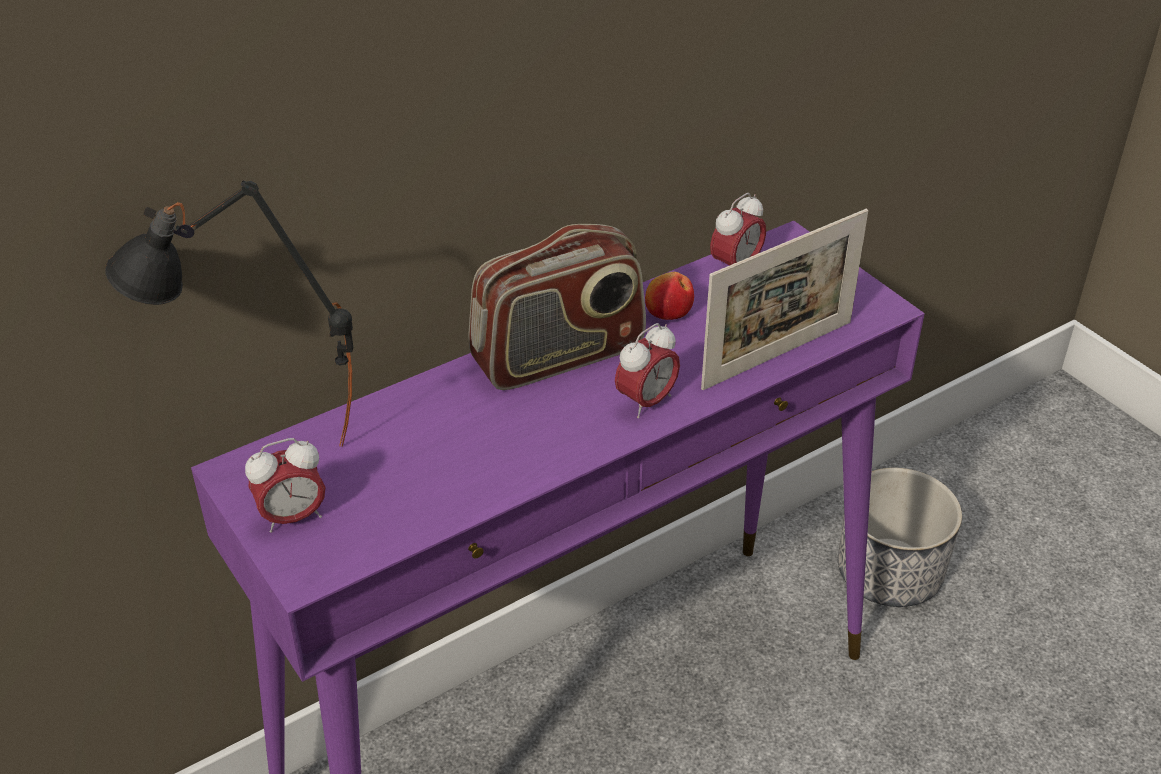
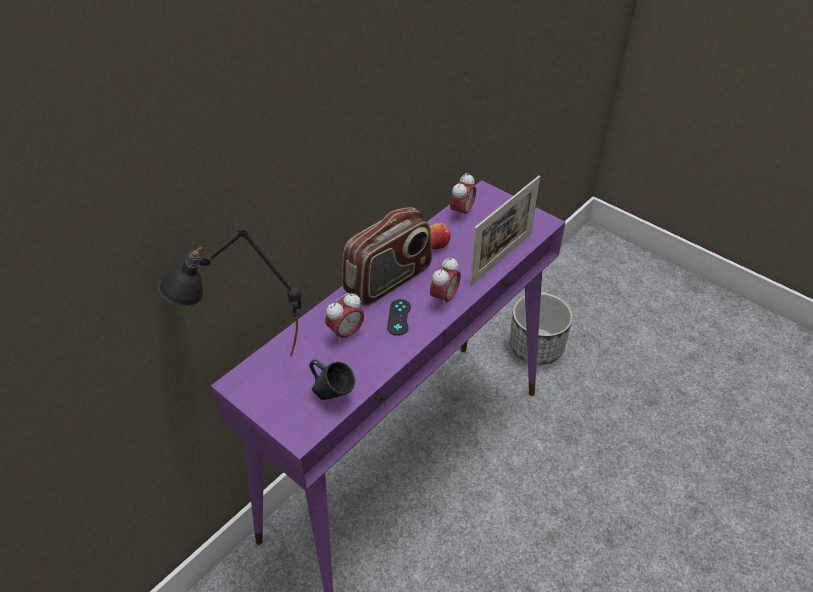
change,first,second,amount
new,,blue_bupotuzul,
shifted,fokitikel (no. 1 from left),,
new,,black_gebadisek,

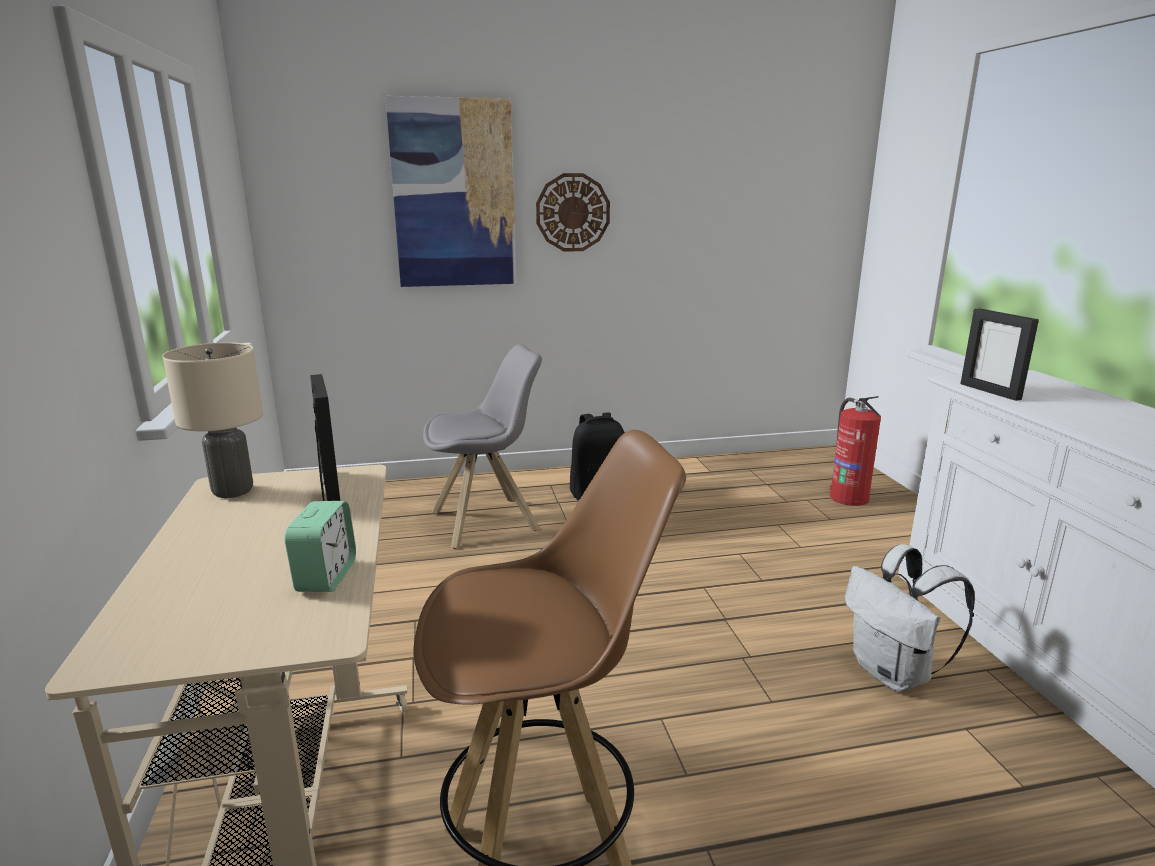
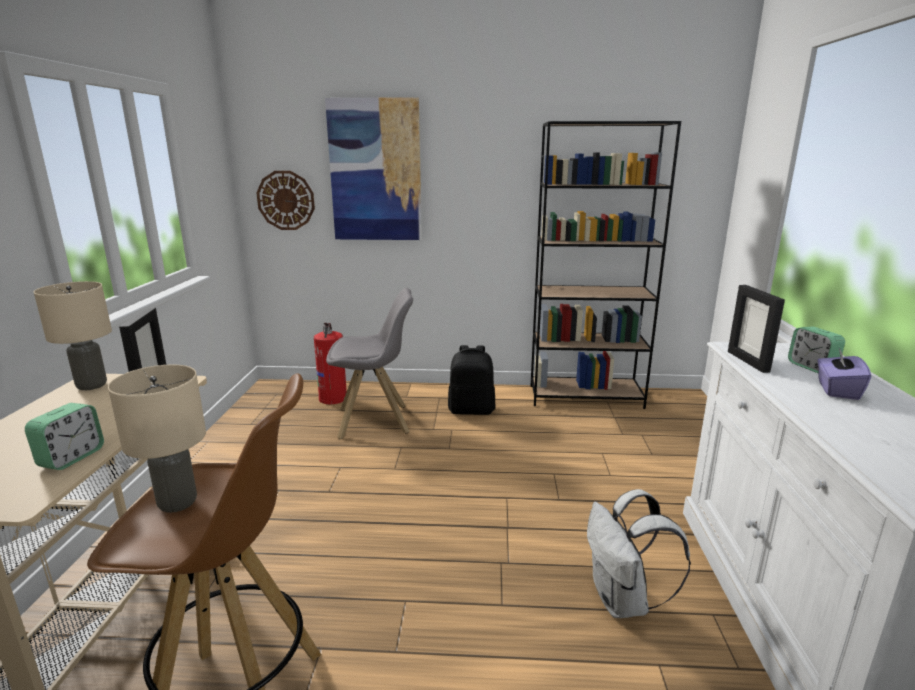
change,first,second,amount
new,,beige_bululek (no. 2 from left),
shifted,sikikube,,
shifted,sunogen,,
new,,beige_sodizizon,
new,,fokitikel (no. 2 from left),
new,,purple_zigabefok,

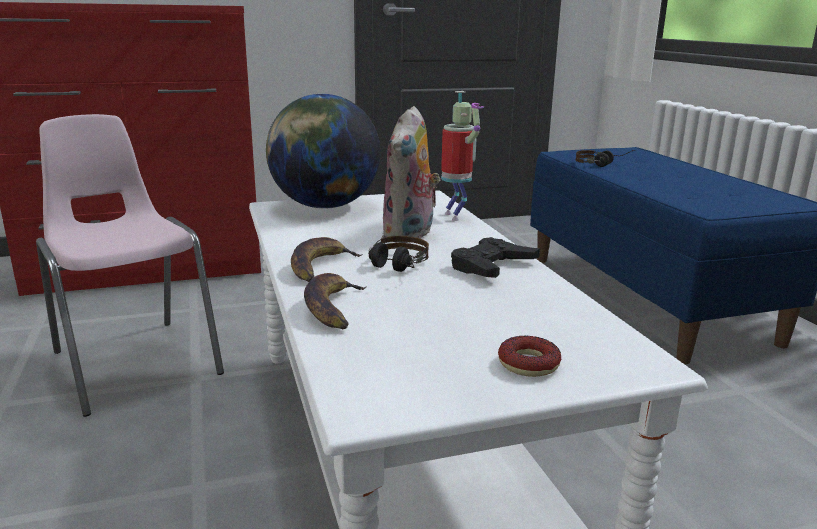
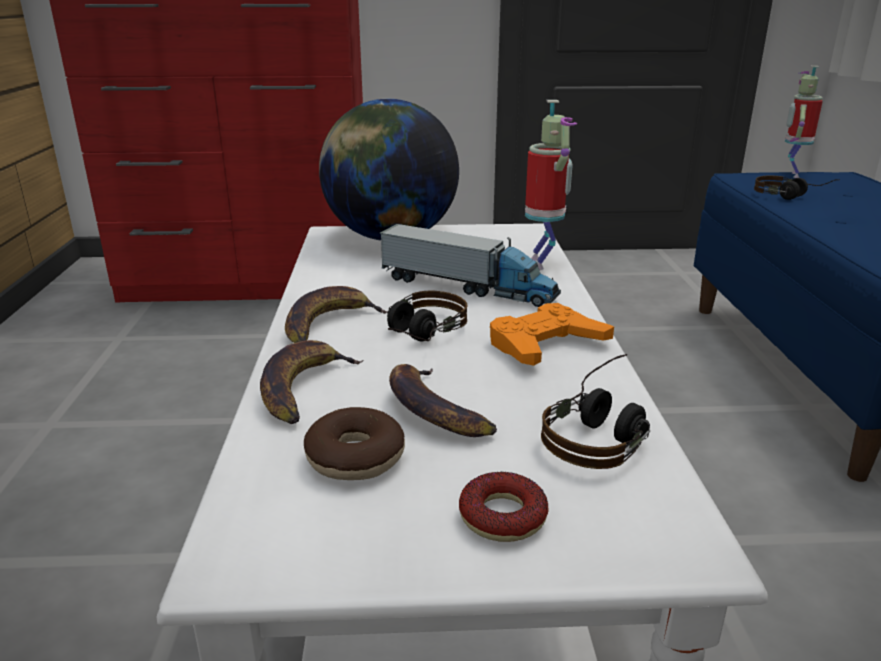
change,first,second,amount
new,,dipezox (no. 1 from left),
swapped,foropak,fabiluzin,
new,,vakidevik (no. 3 from left),
repainted,black_gebadisek,orange_gebadisek,
new,,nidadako (no. 2 from left),
new,,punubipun (no. 2 from left),
gone,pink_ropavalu,,

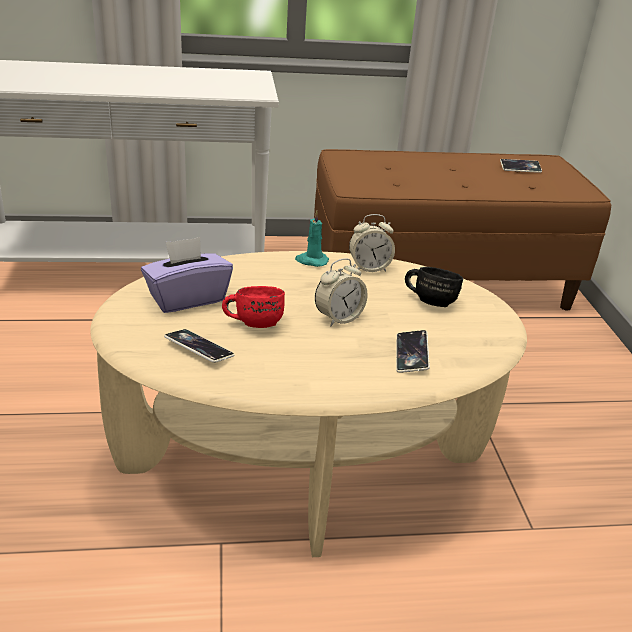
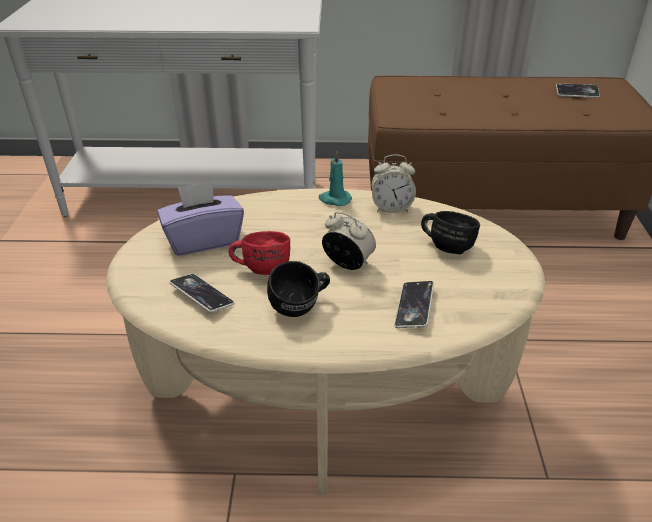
change,first,second,amount
new,,black_bupotuzul (no. 1 from left),
rotated,fokitikel (no. 1 from left),,120 degrees counterclockwise

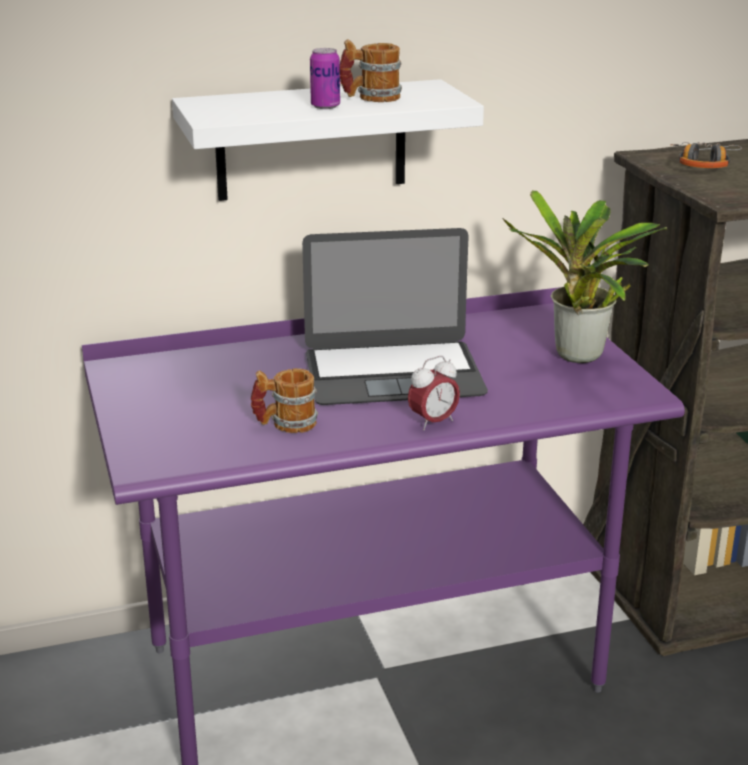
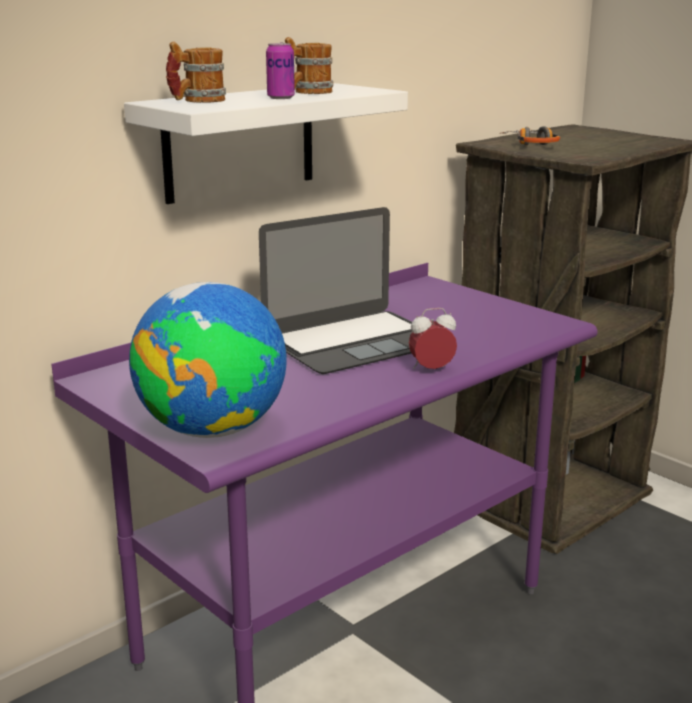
change,first,second,amount
new,,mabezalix,
shifted,bupotuzul (no. 1 from left),,
rotated,fokitikel,,135 degrees counterclockwise
gone,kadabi,,

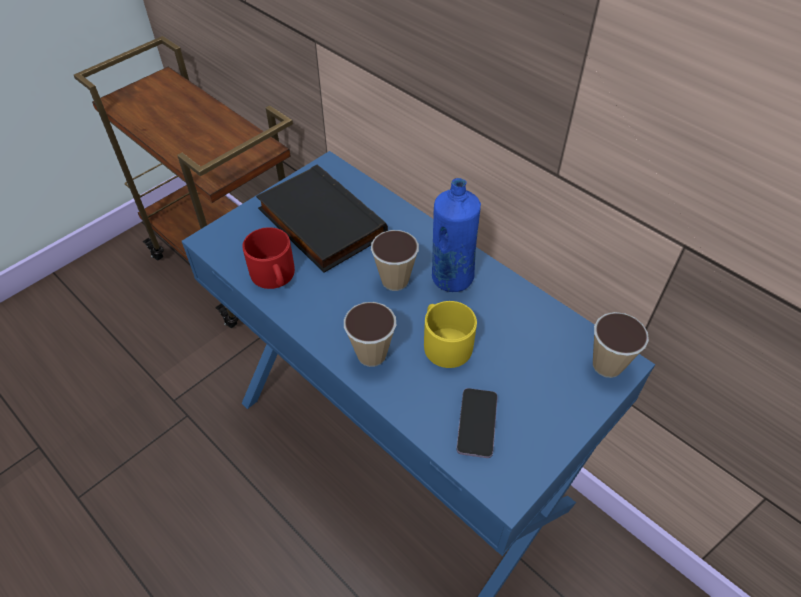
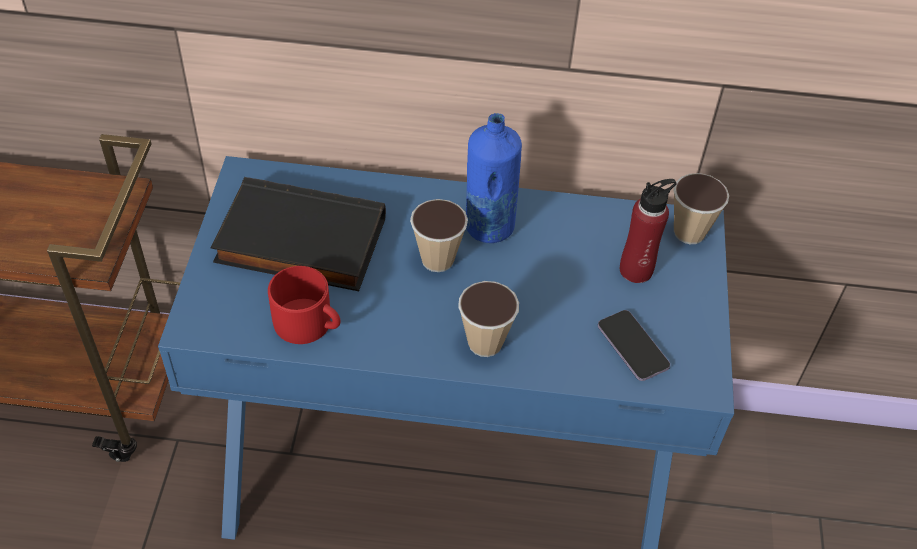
change,first,second,amount
new,,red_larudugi,
gone,yellow_bupotuzul,,

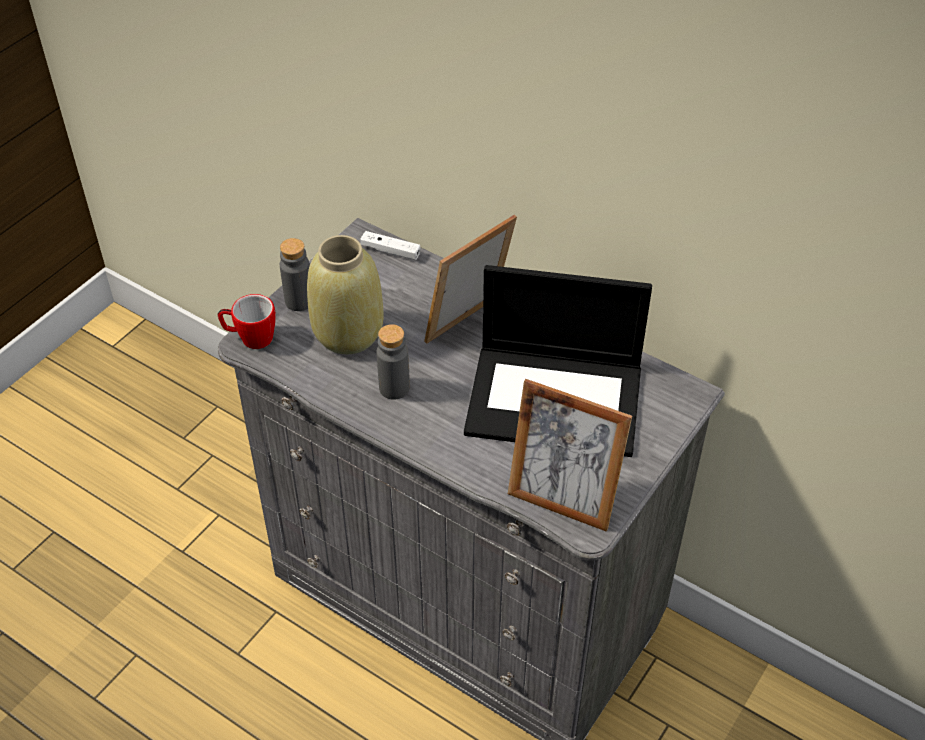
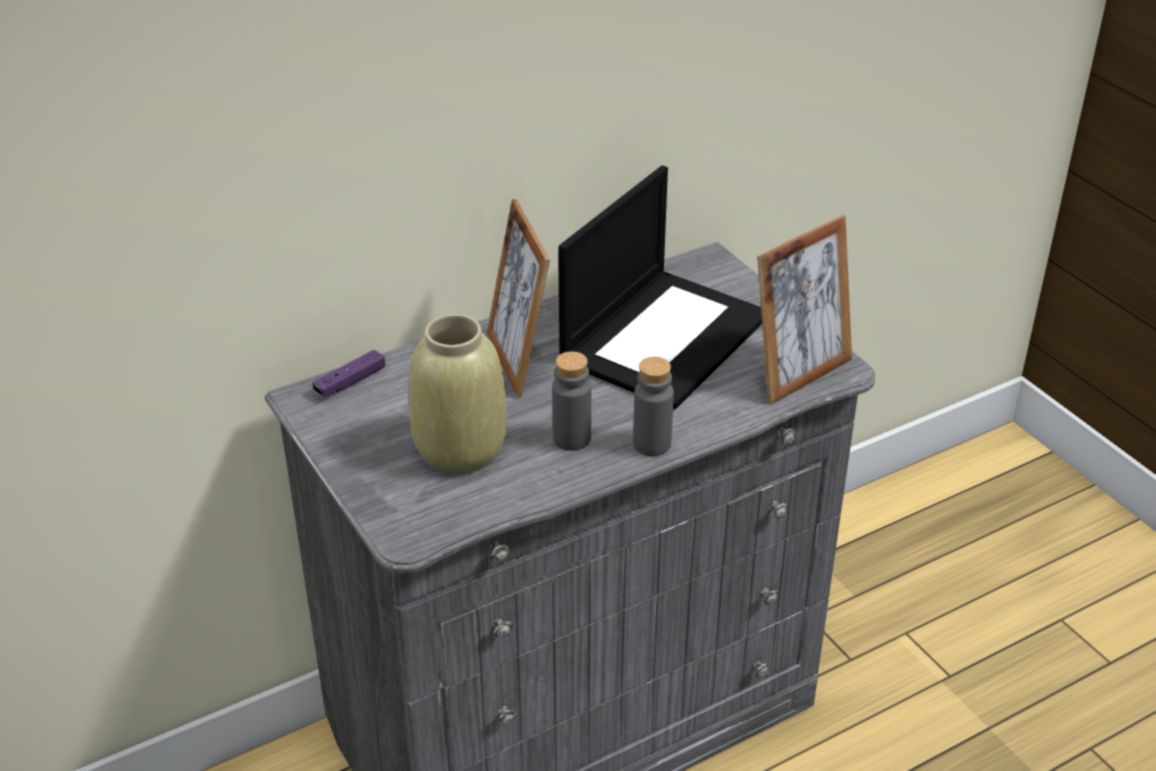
change,first,second,amount
repainted,white_gebadisek,purple_gebadisek,
shifted,grey_larudugi (no. 1 from left in the first image),grey_larudugi (no. 2 from left),
gone,bupotuzul,,

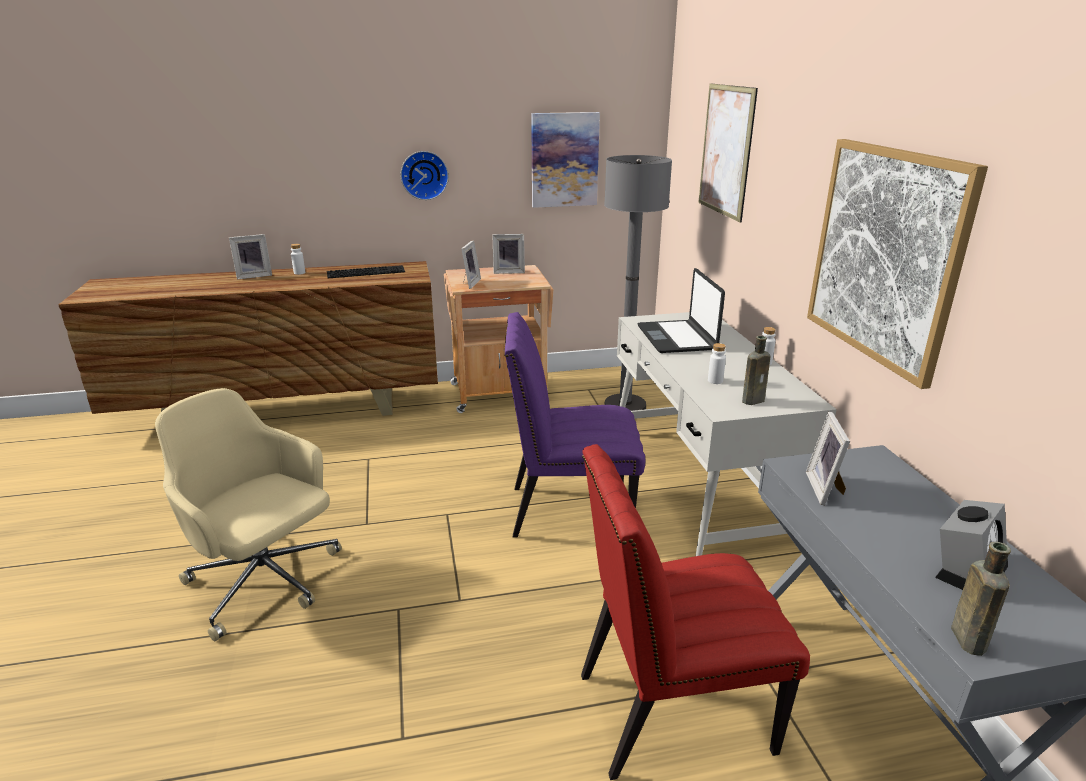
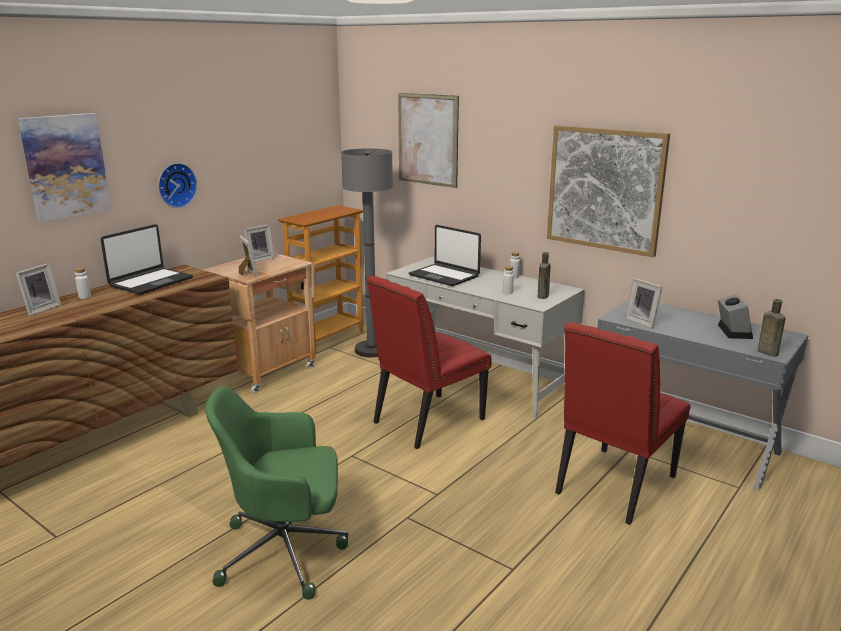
change,first,second,amount
shifted,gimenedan (no. 1 from left),,
swapped,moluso,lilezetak (no. 1 from left),
repainted,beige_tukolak,green_tukolak,
new,,sodizizon,
repainted,purple_ropavalu,red_ropavalu (no. 1 from left),

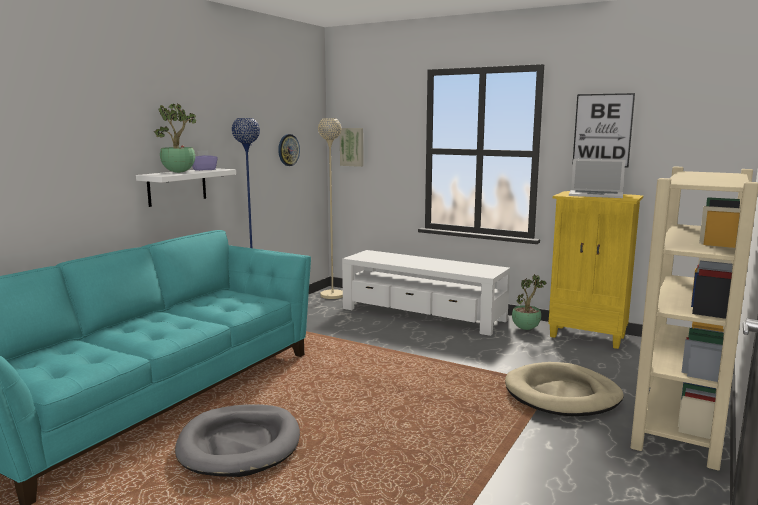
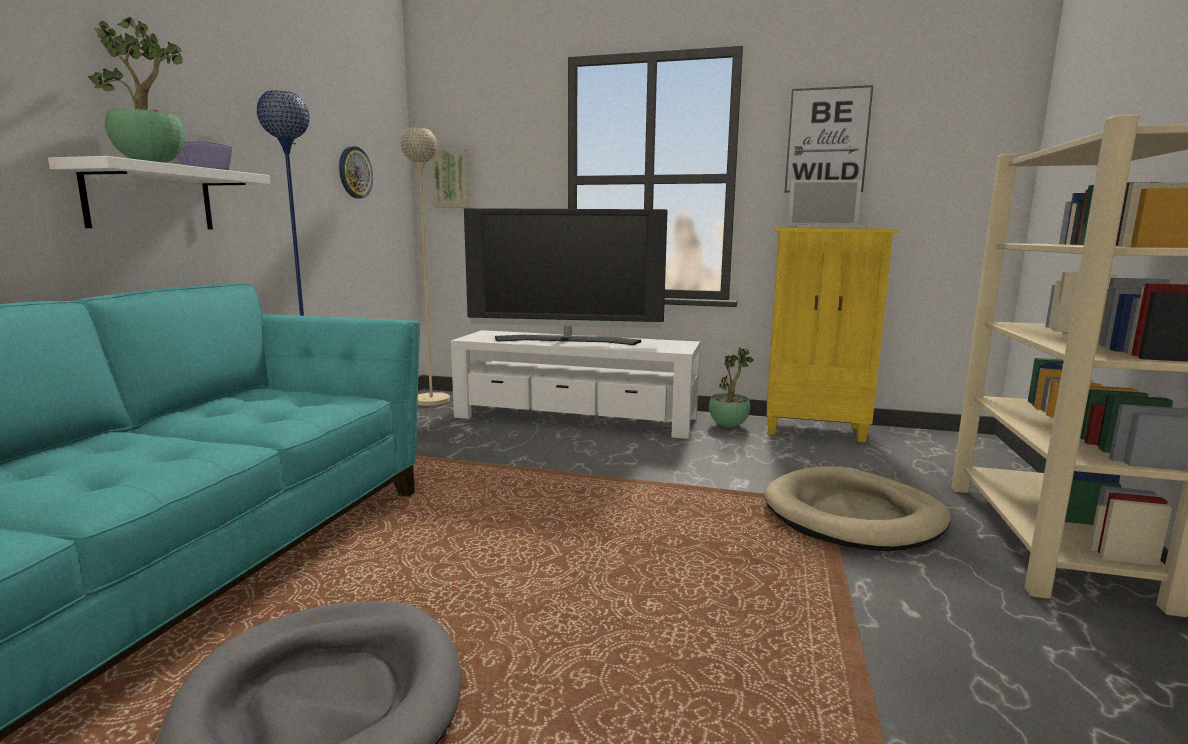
change,first,second,amount
new,,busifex,

